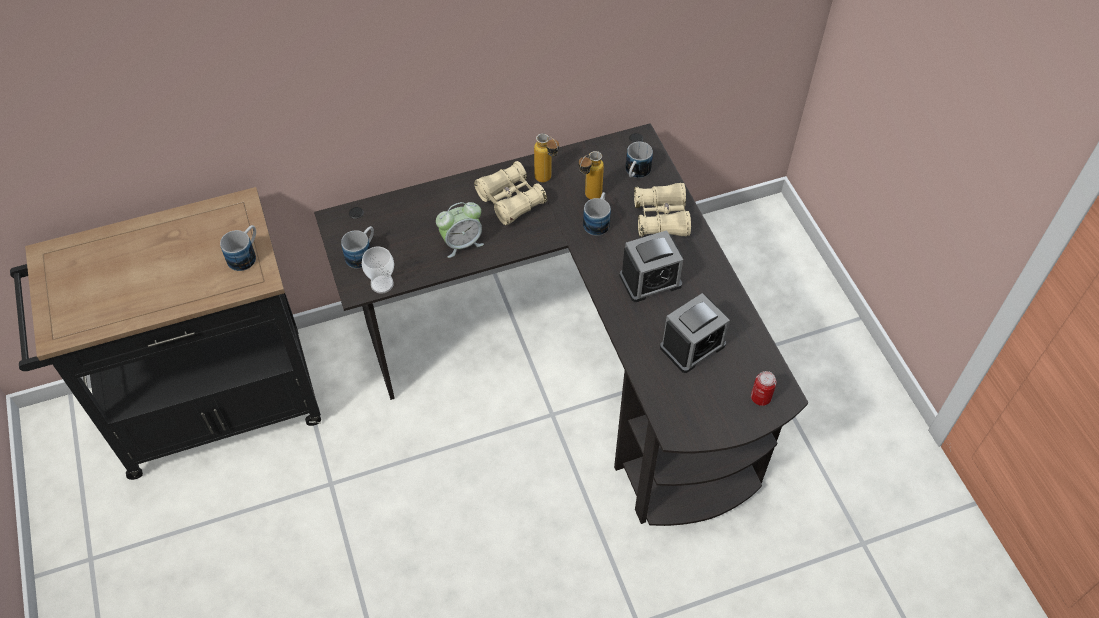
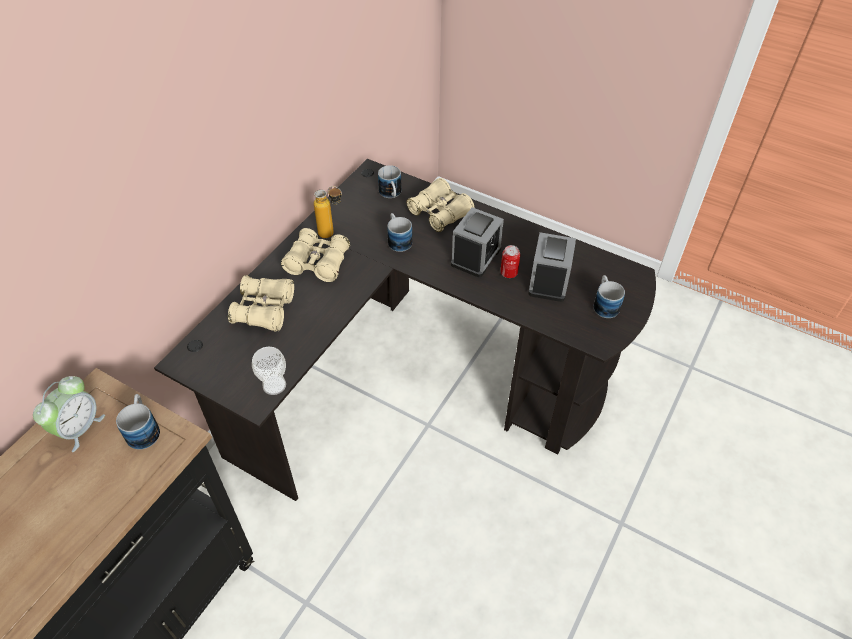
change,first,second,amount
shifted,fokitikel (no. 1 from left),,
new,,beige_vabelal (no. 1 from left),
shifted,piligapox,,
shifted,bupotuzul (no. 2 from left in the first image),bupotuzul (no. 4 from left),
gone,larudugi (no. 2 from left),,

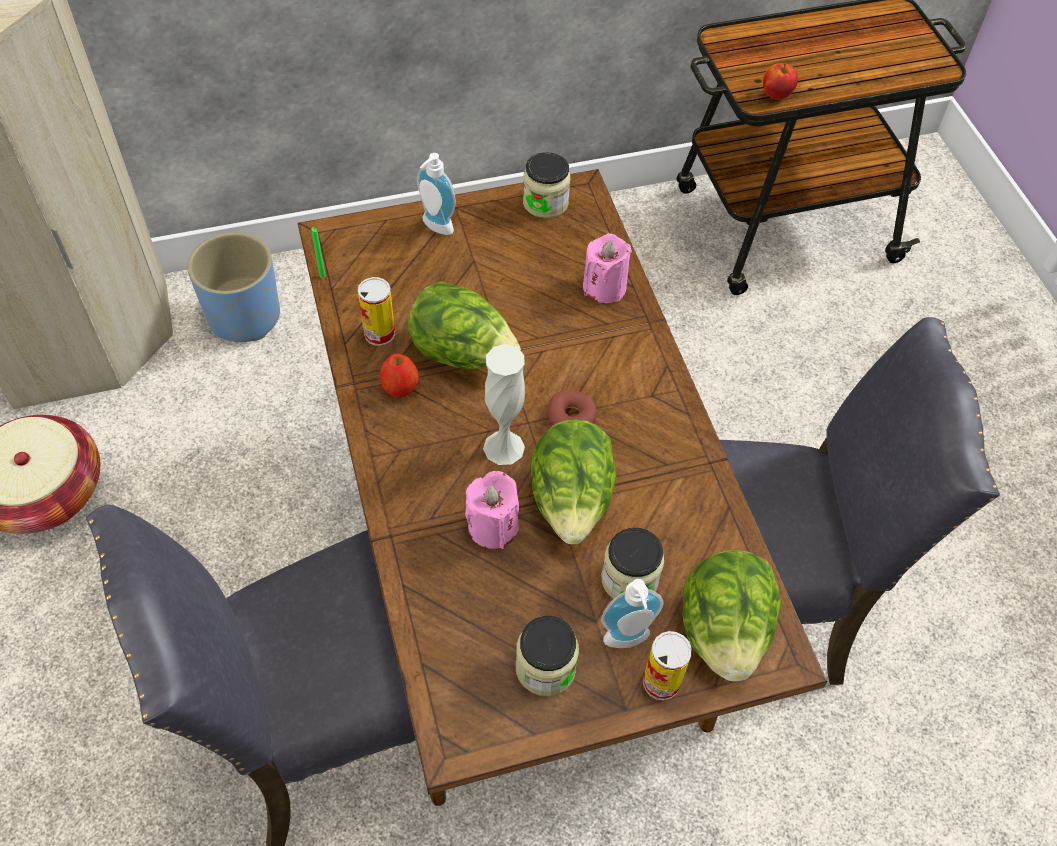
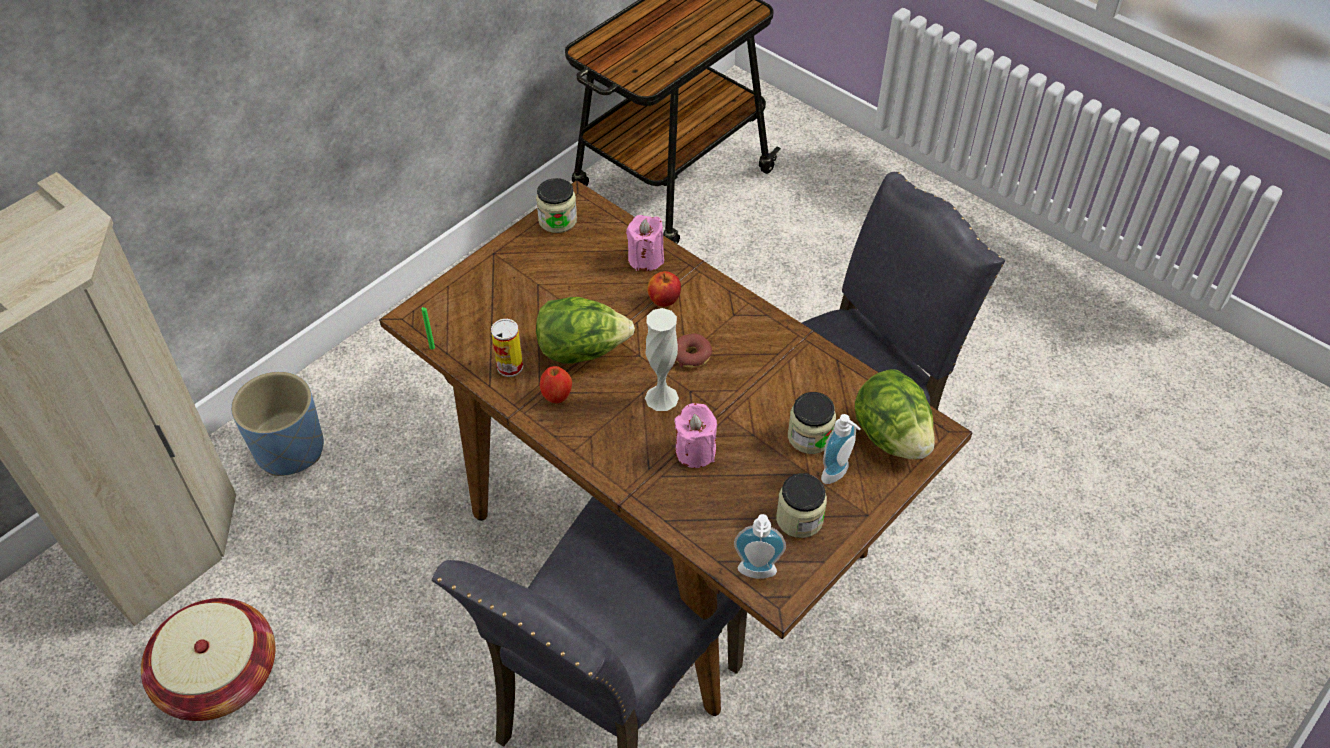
change,first,second,amount
shifted,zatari (no. 2 from left),,
shifted,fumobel (no. 1 from left),,
gone,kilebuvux (no. 2 from left),,
gone,piligapox (no. 2 from left),,

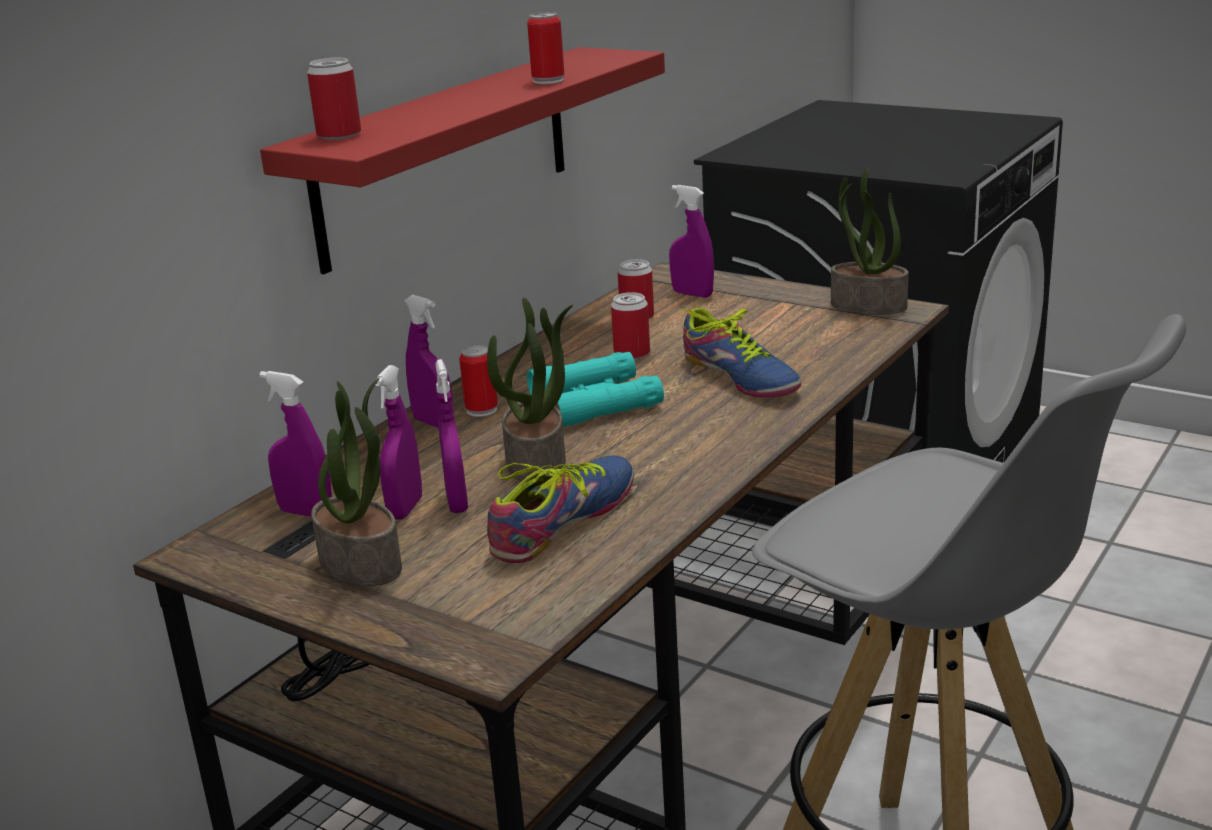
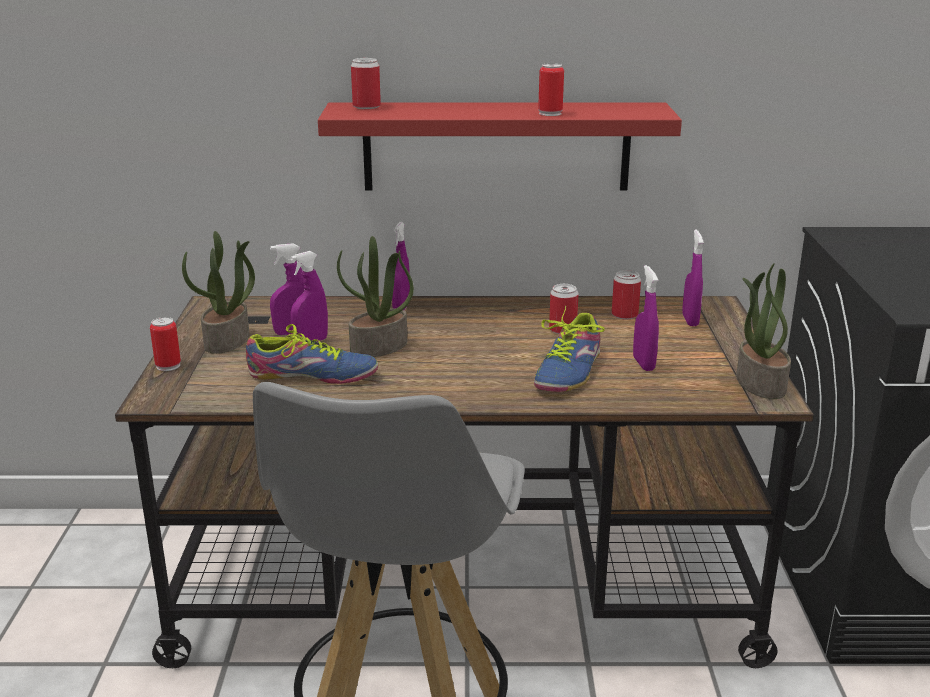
change,first,second,amount
shifted,piligapox (no. 2 from left in the first image),piligapox (no. 1 from left),
shifted,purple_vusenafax (no. 1 from left in the first image),purple_vusenafax (no. 4 from left),
gone,turquoise_vabelal,,

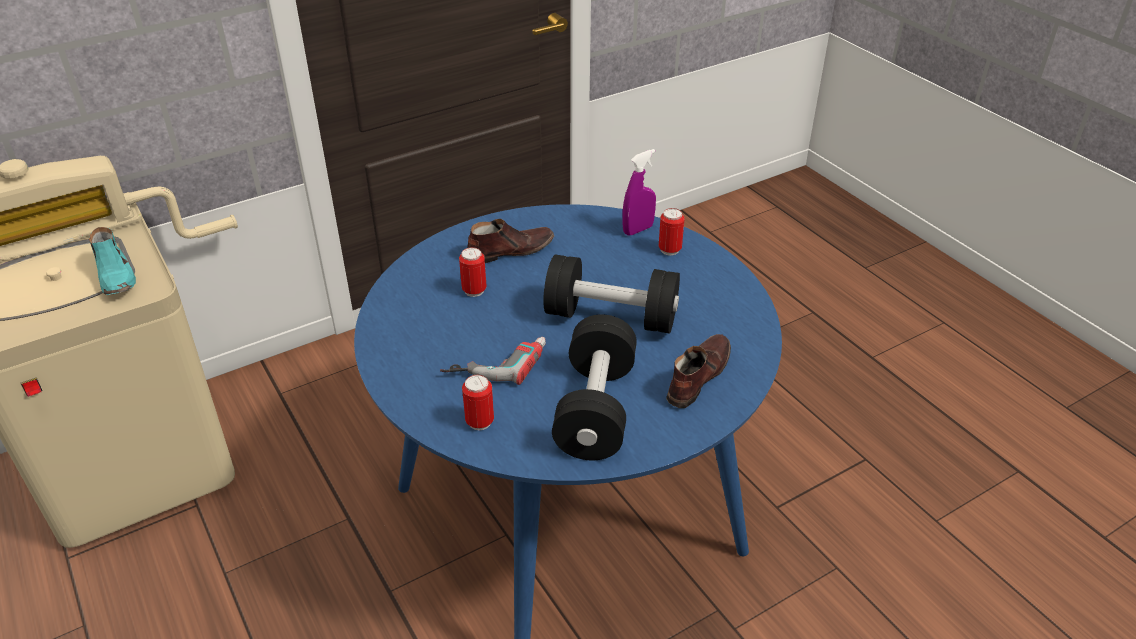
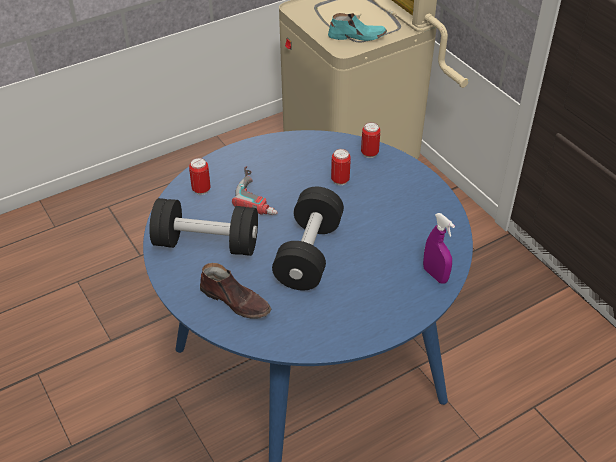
change,first,second,amount
rotated,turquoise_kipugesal,,150 degrees counterclockwise
shifted,piligapox (no. 3 from left),,
gone,brown_kipugesal (no. 1 from left),,

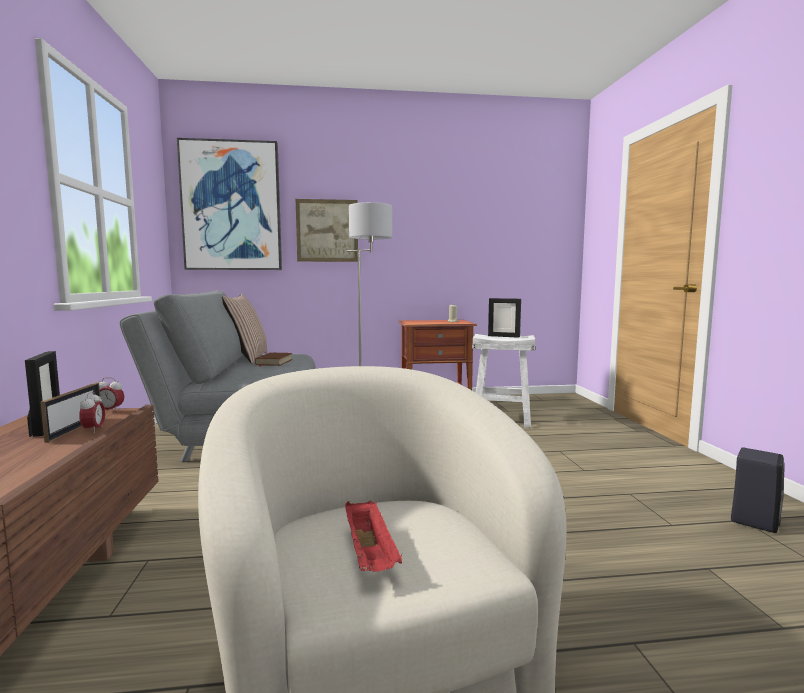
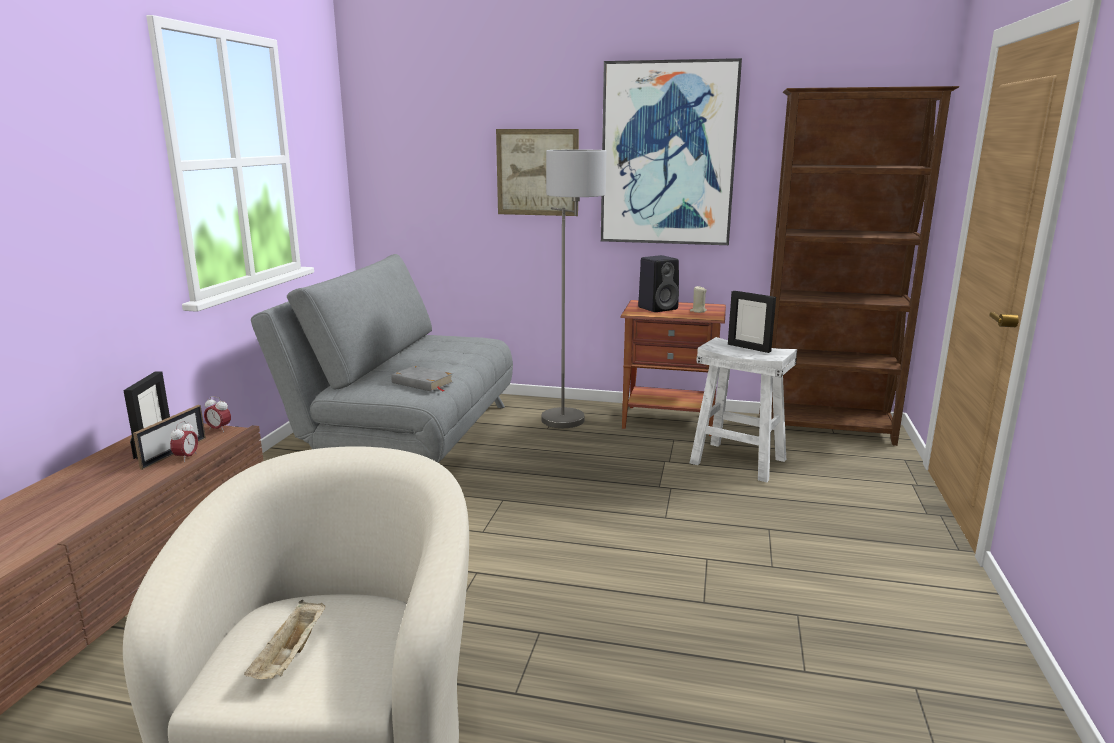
change,first,second,amount
repainted,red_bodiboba,beige_bodiboba,
new,,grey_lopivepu,
shifted,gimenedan (no. 1 from left in the first image),gimenedan (no. 2 from left),
shifted,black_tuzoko,,
new,,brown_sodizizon,
gone,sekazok,,
gone,brown_lopivepu,,

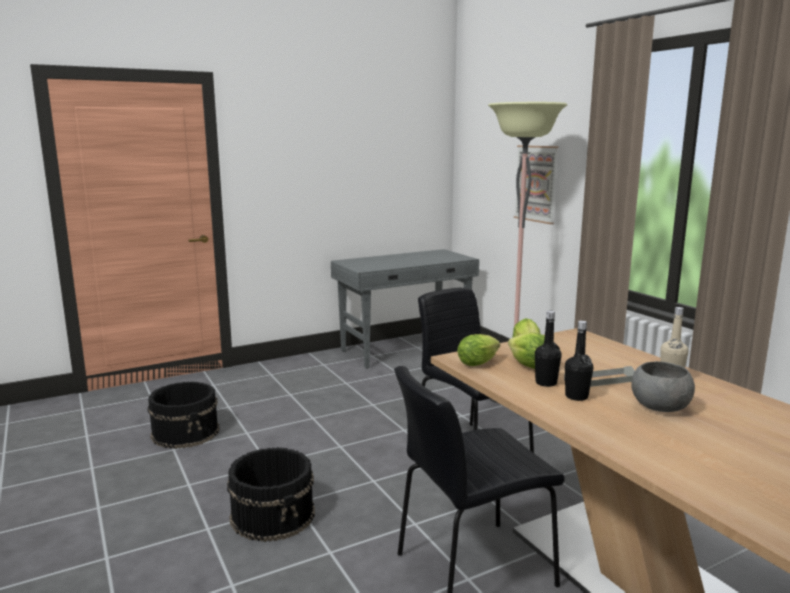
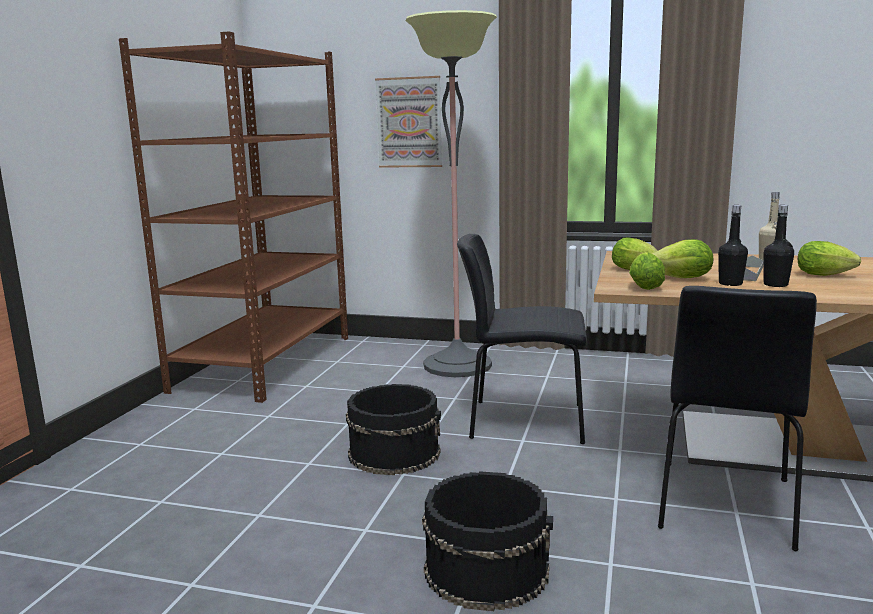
change,first,second,amount
swapped,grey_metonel,brown_sodizizon,
shifted,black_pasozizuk (no. 1 from left),,
swapped,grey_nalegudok,kilebuvux (no. 4 from left),

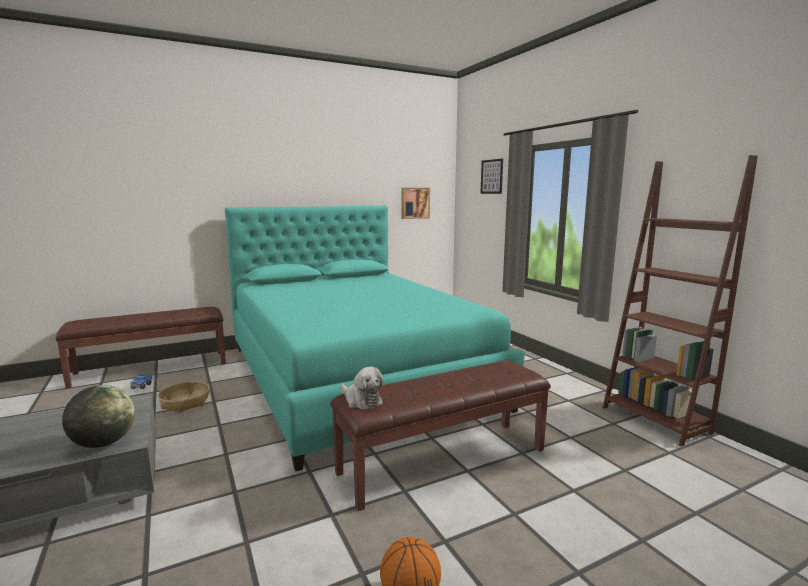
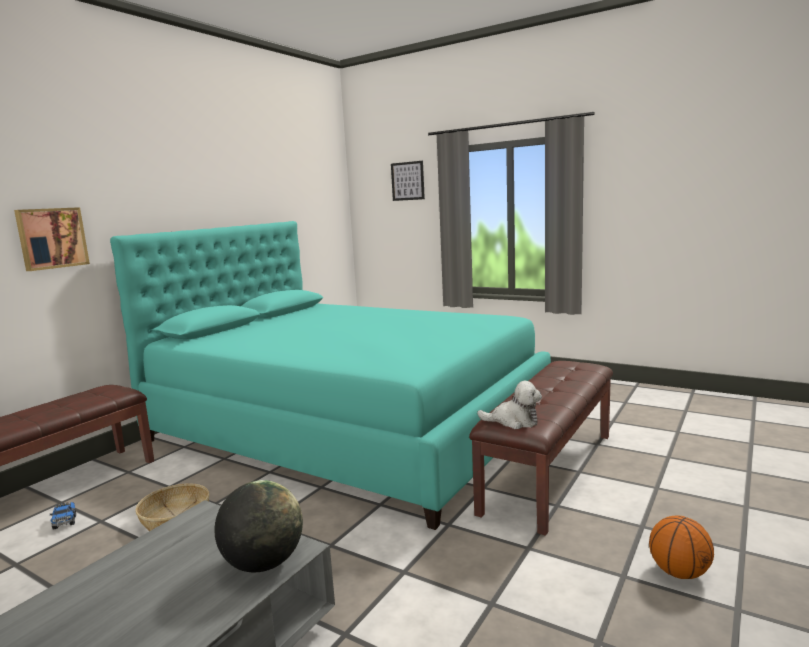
change,first,second,amount
shifted,gimenedan (no. 1 from left),,
gone,brown_sodizizon,,

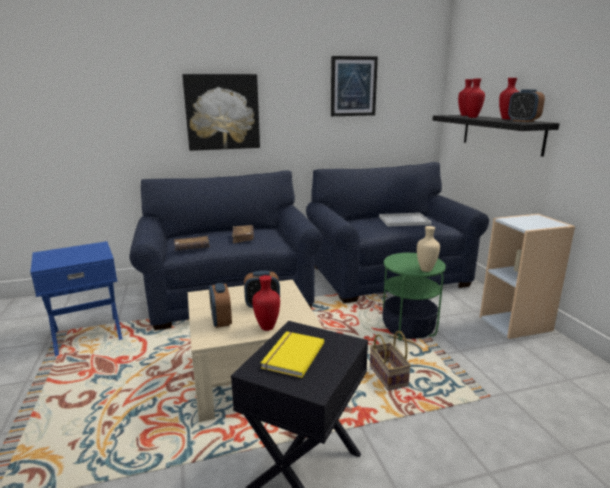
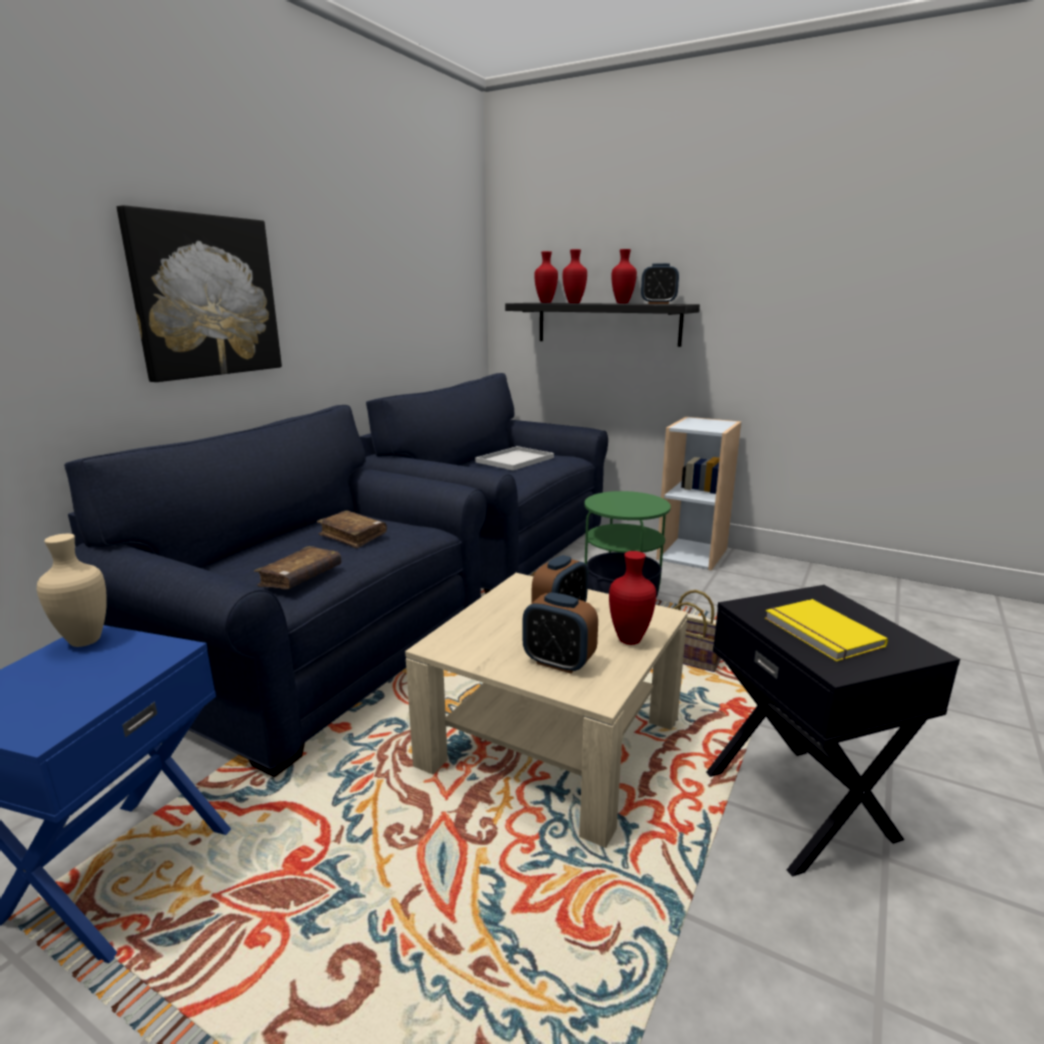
change,first,second,amount
shifted,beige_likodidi,,
gone,gimenedan (no. 2 from left),,

